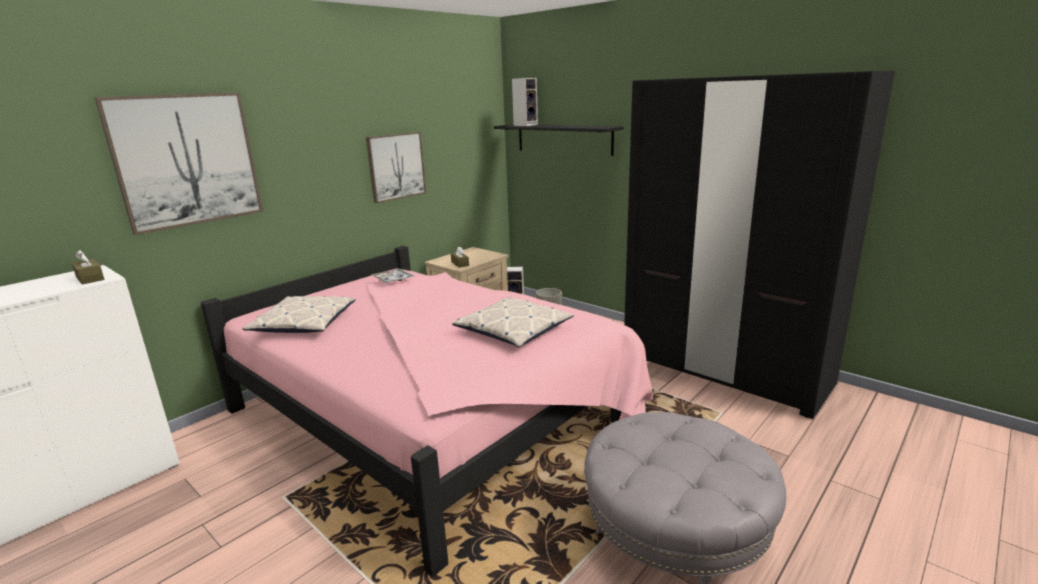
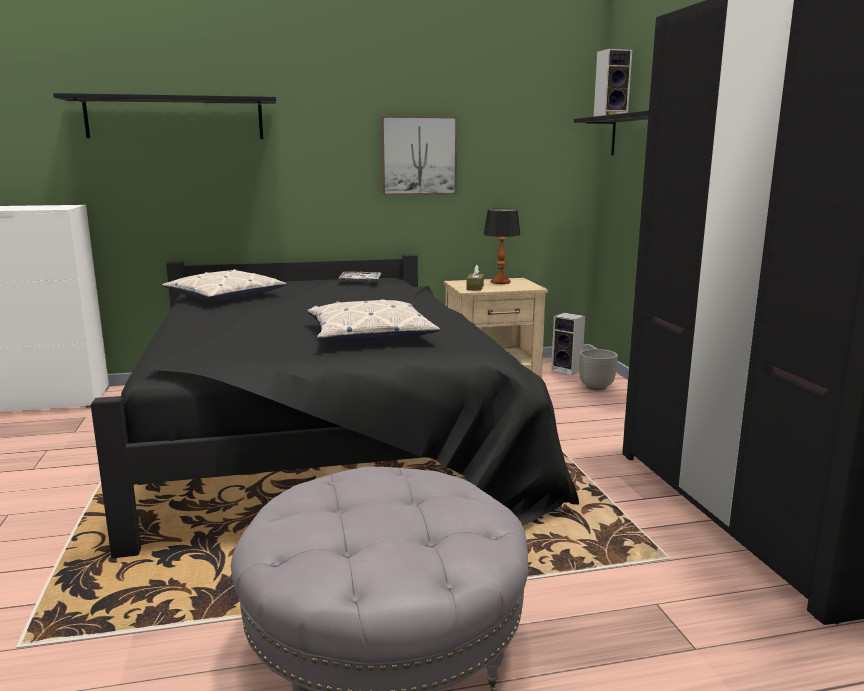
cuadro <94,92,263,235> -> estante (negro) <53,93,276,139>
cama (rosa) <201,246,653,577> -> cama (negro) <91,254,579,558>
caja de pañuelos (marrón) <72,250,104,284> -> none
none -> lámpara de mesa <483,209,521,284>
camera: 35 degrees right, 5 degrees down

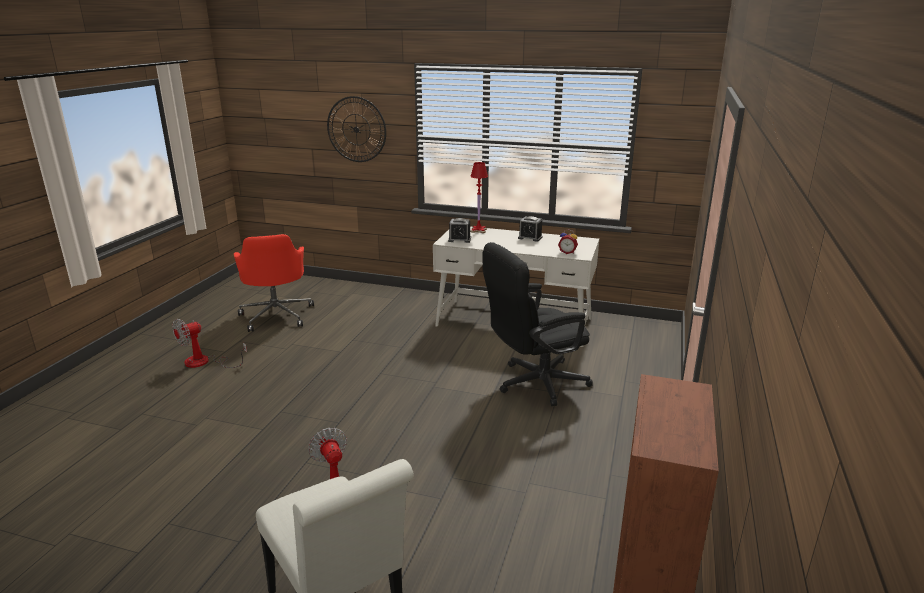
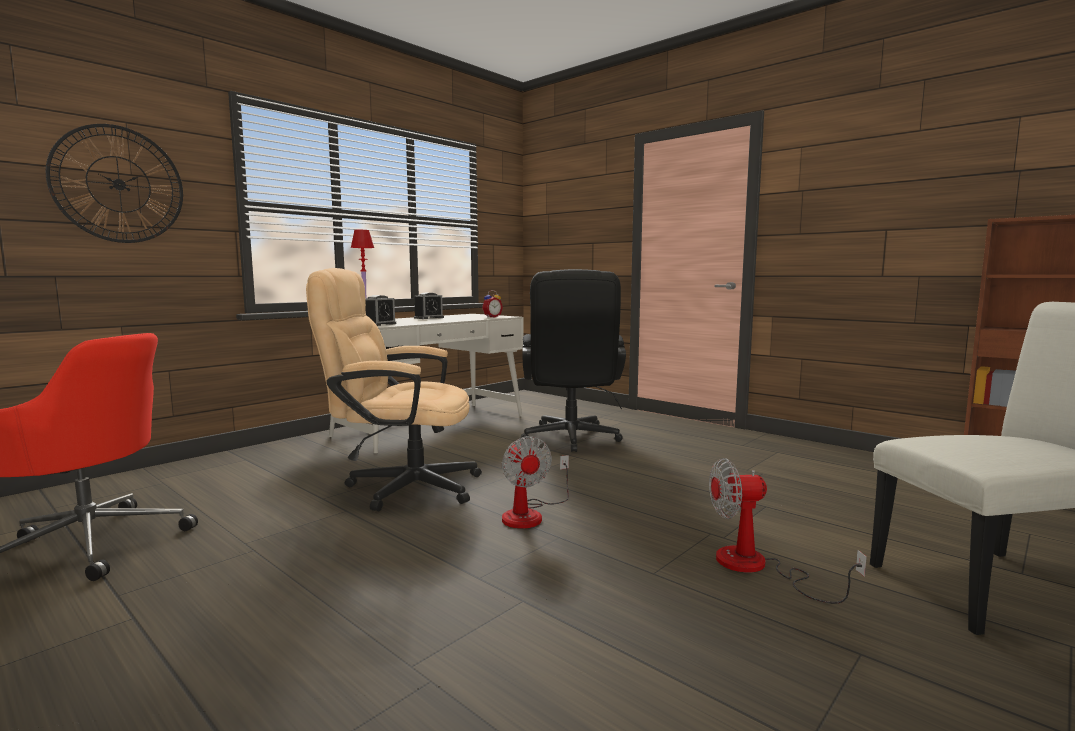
ventilador <172,319,247,368> -> ventilador <502,436,569,529>, shifted
none -> silla de oficina (beis) <306,268,482,511>
camera: 65 degrees left, 15 degrees down

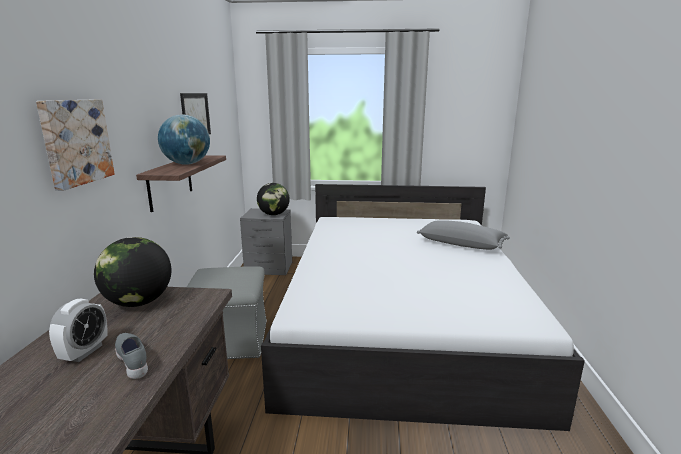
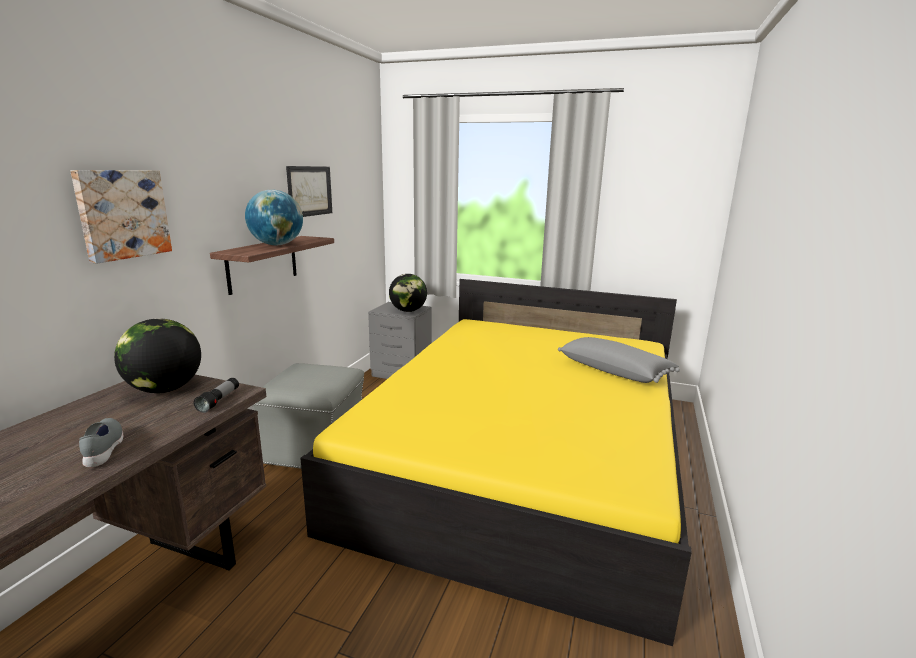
cama (blanco) <261,184,585,431> -> cama (amarillo) <300,279,692,646>
despertador <49,299,108,362> -> none
none -> linterna <194,378,239,413>
camera: 15 degrees right, 0 degrees up

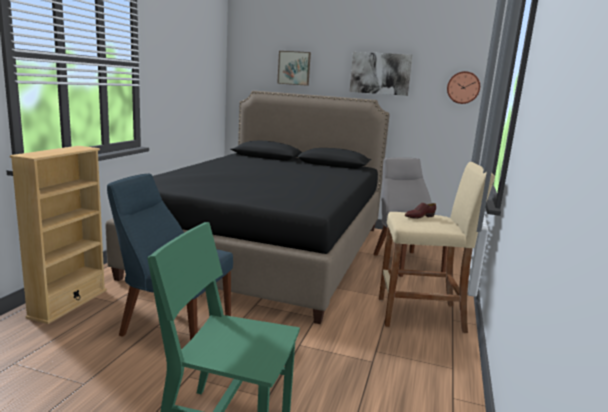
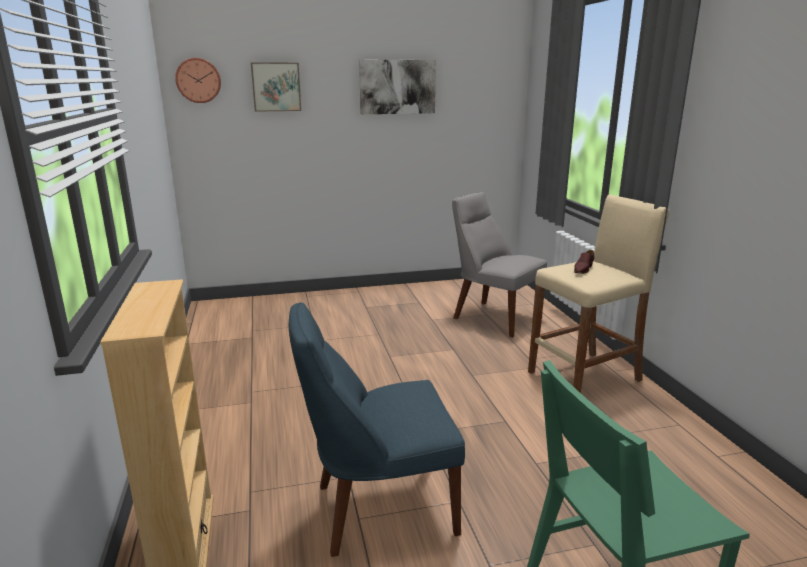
reloj de pared <447,71,480,104> -> reloj de pared <175,58,221,103>, shifted
cama (negro) <105,91,390,324> -> none
camera: 30 degrees left, 5 degrees up

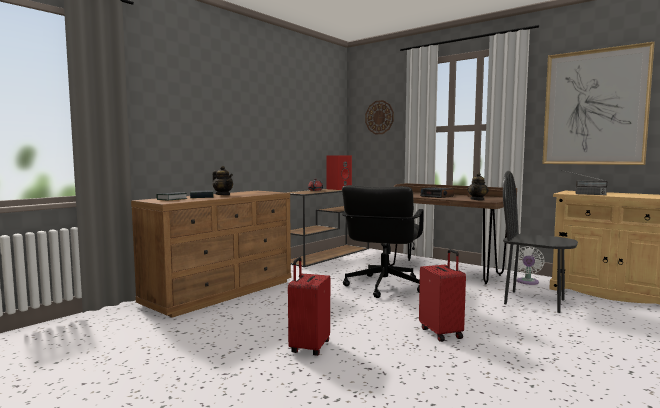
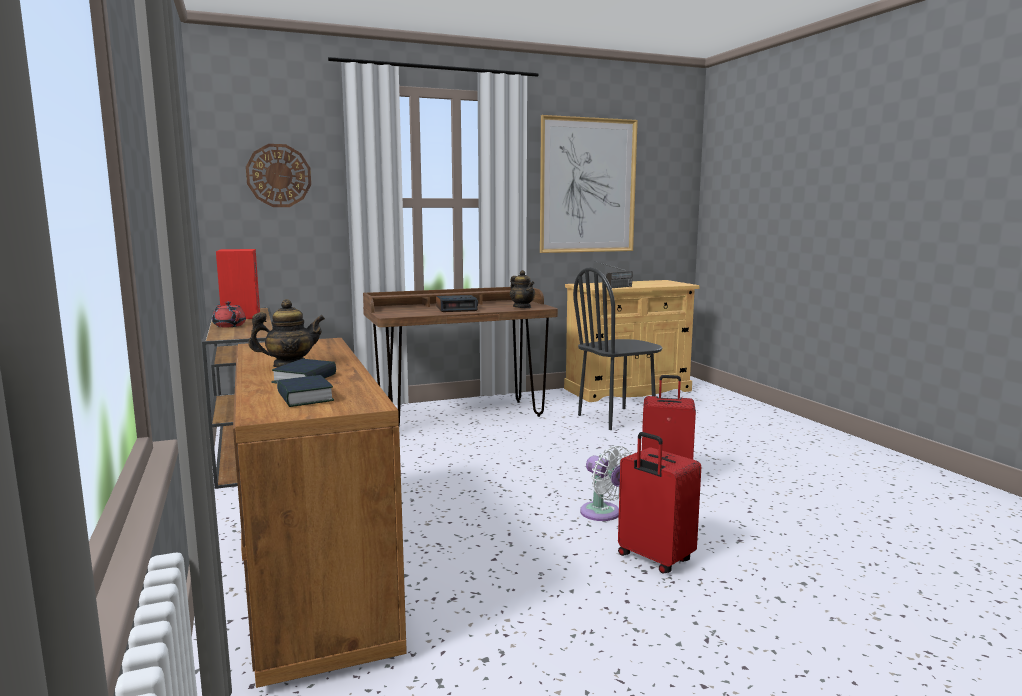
silla de oficina (negro) <342,185,424,298> -> none
ventilador (blanco) <514,246,544,285> -> ventilador (blanco) <580,445,631,521>, shifted
camera: 60 degrees left, 5 degrees up

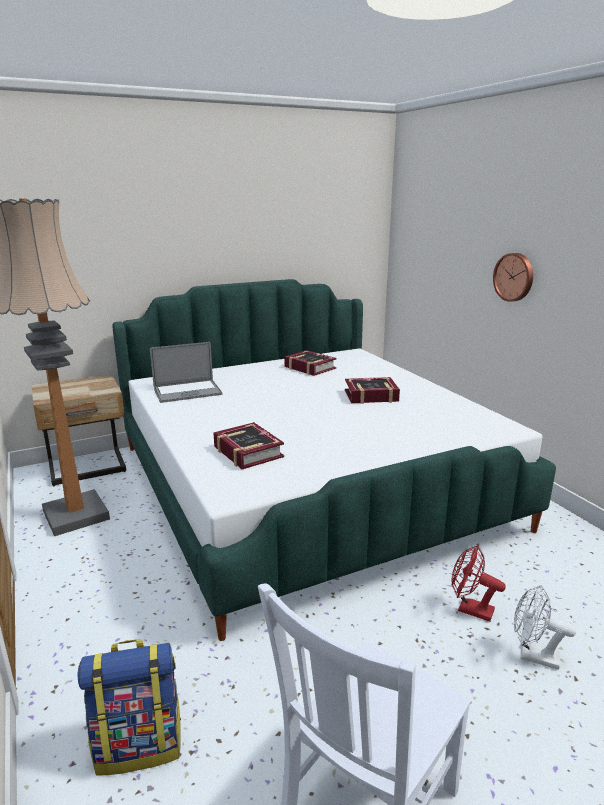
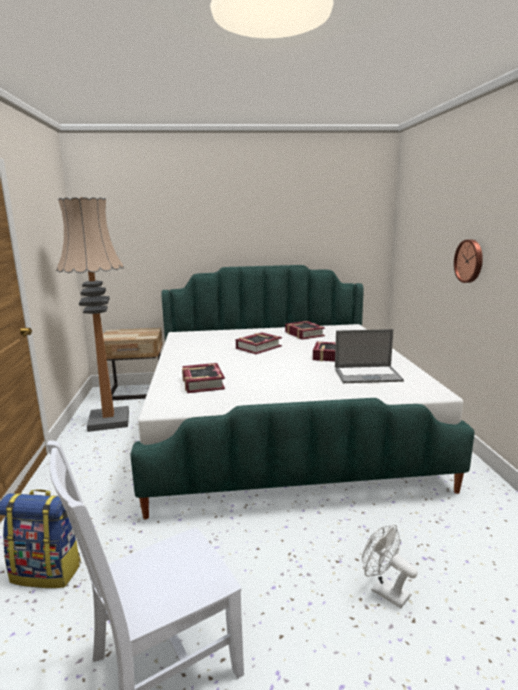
portátil <150,342,222,403> -> portátil <335,329,404,383>, shifted
ventilador (rojo) <452,546,506,622> -> none
none -> libro <236,332,282,354>
camera: 20 degrees right, 5 degrees down

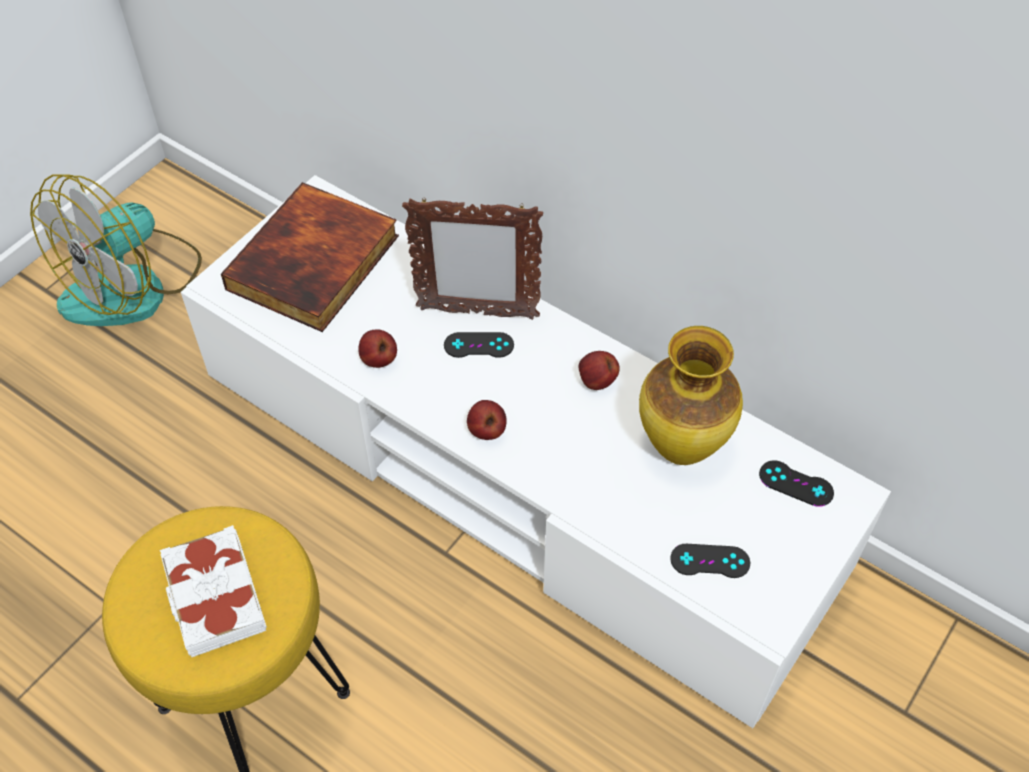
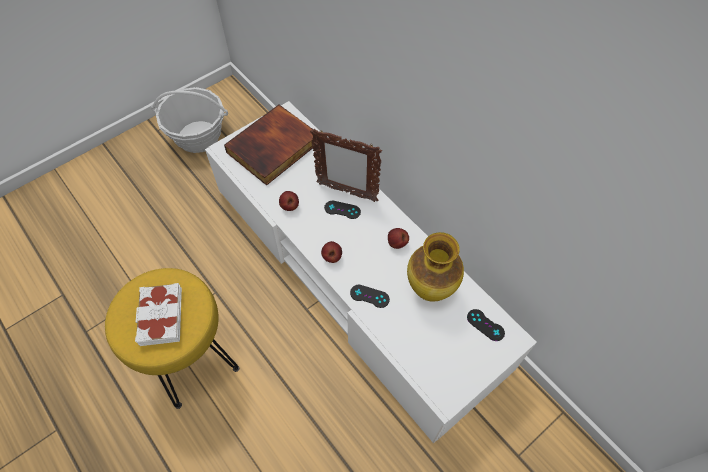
ventilador <30,174,202,326> -> cesta <151,87,228,153>
mando de consola (negro) <670,544,750,578> -> mando de consola (negro) <350,285,390,308>, shifted
camera: 15 degrees right, 5 degrees up

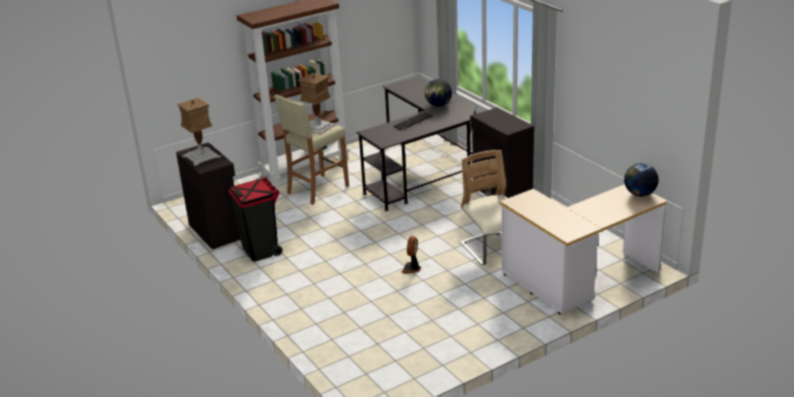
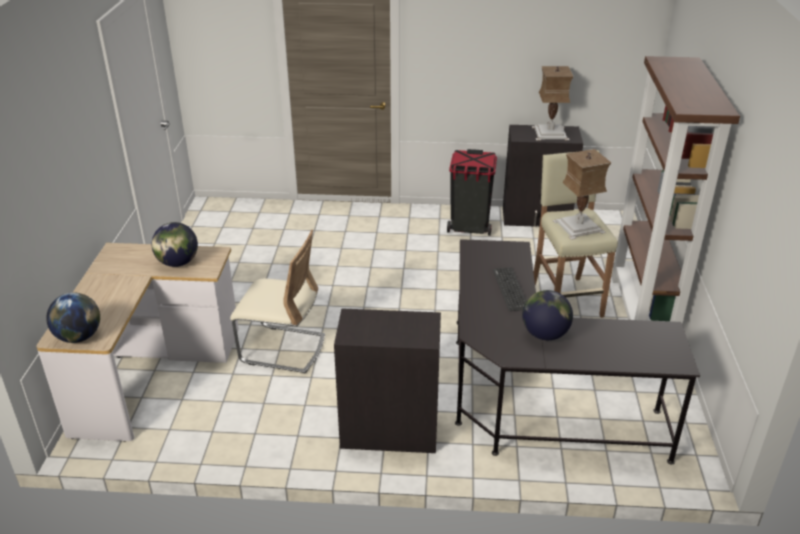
ventilador <402,236,422,274> -> none
none -> globo terráqueo <152,222,198,267>
camera: 125 degrees right, 5 degrees up

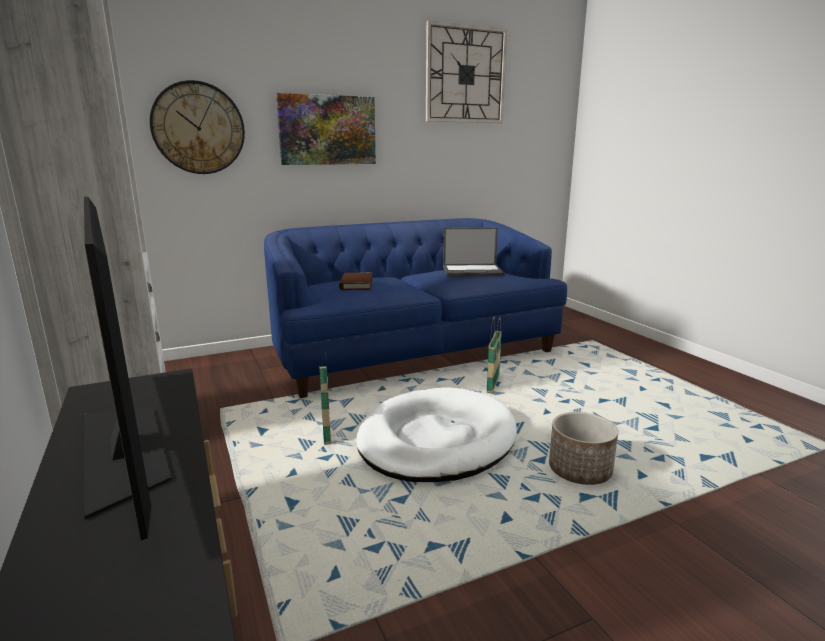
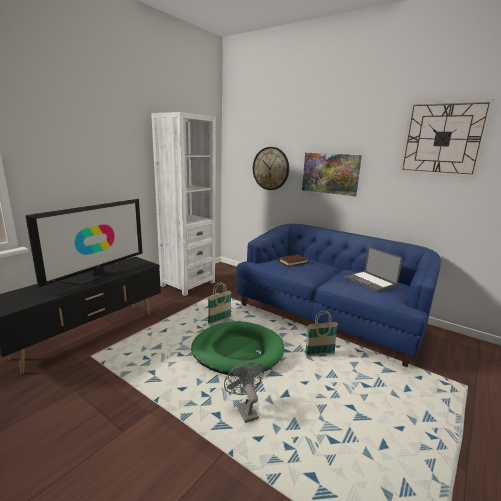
cama para perro (blanco) <356,387,517,482> -> cama para perro (verde) <191,321,284,376>
maceta <549,412,618,485> -> ventilador (gris) <224,362,264,423>
camera: 60 degrees right, 0 degrees up

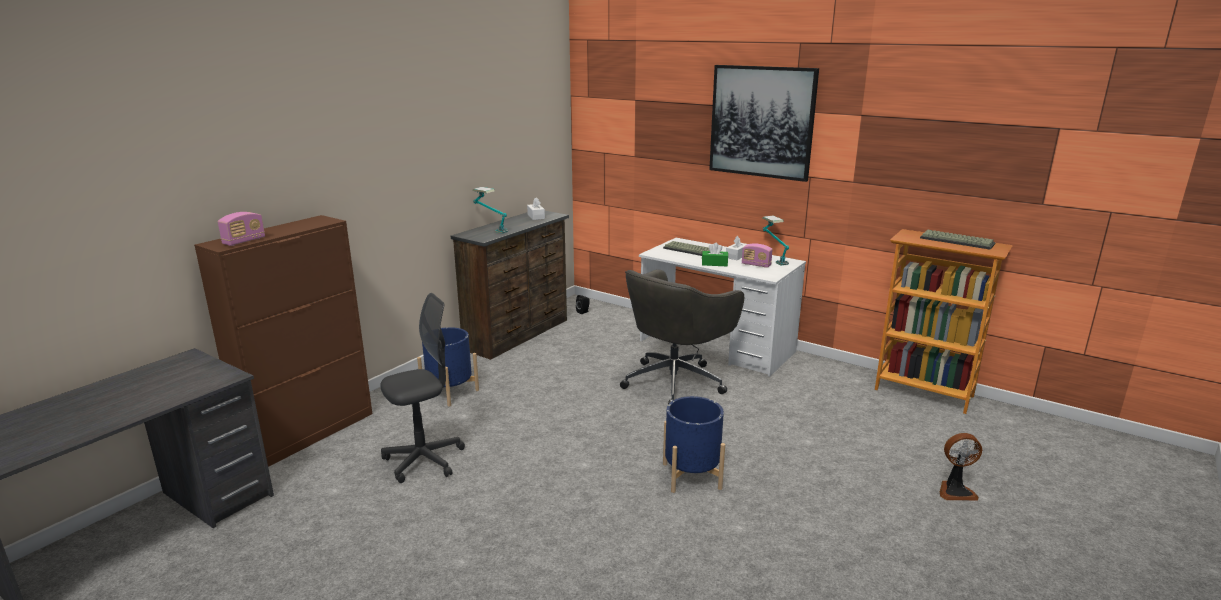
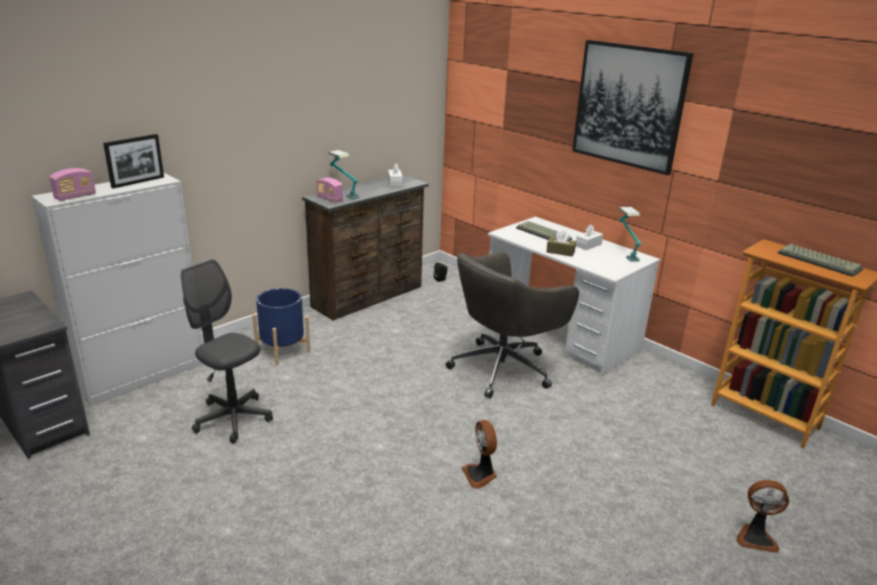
armario (marrón) <194,215,372,467> -> armario (blanco) <31,172,203,406>
caja de pañuelos (verde) <702,243,728,266> -> caja de pañuelos (marrón) <546,230,576,257>
radio <742,243,773,268> -> radio <316,178,343,202>, shifted
silla de oficina (gris) <380,293,465,483> -> silla de oficina (gris) <181,259,273,444>, 120 degrees counterclockwise
maceta (azul) <663,396,725,493> -> ventilador <462,420,497,489>
none -> portarretratos <103,134,164,189>
camera: 10 degrees right, 5 degrees up

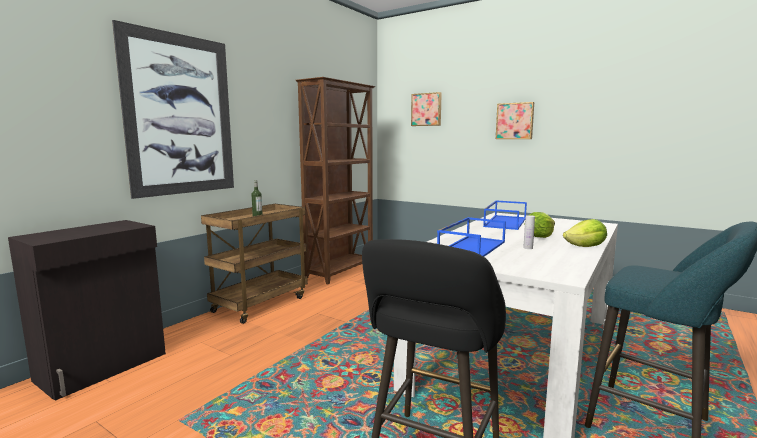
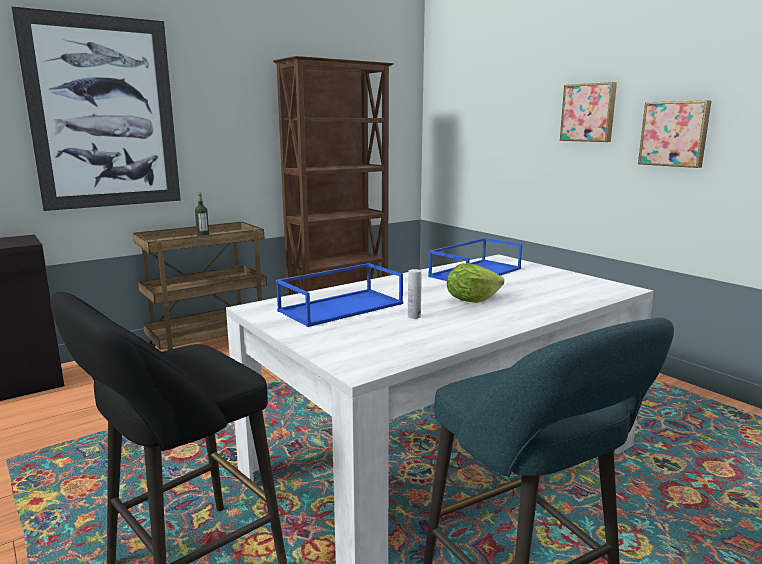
cuadro <411,92,442,126> -> cuadro <638,101,711,168>, shifted
lechuga <563,219,607,247> -> none
camera: 20 degrees right, 5 degrees up

